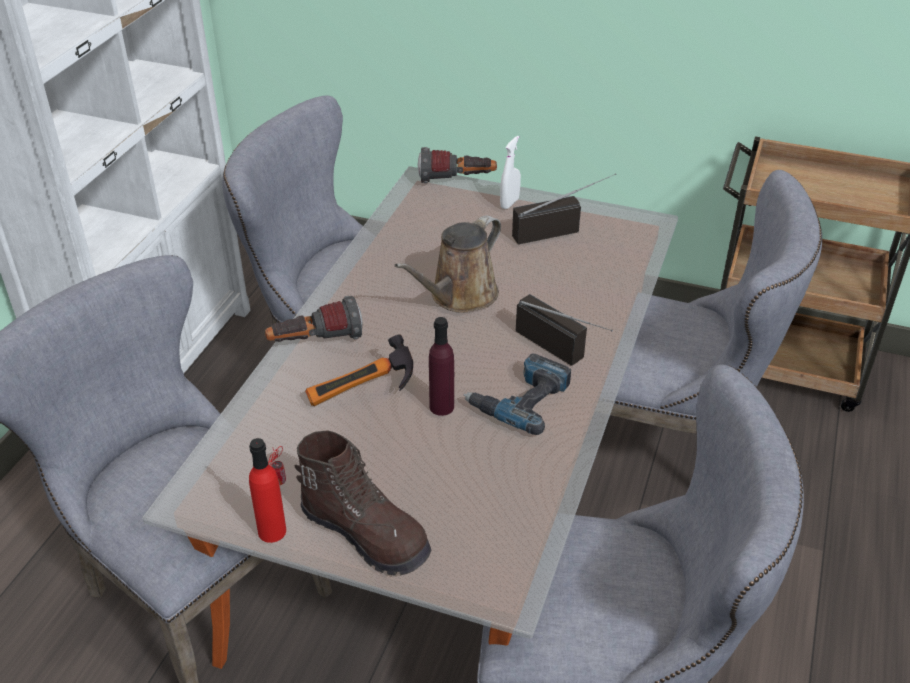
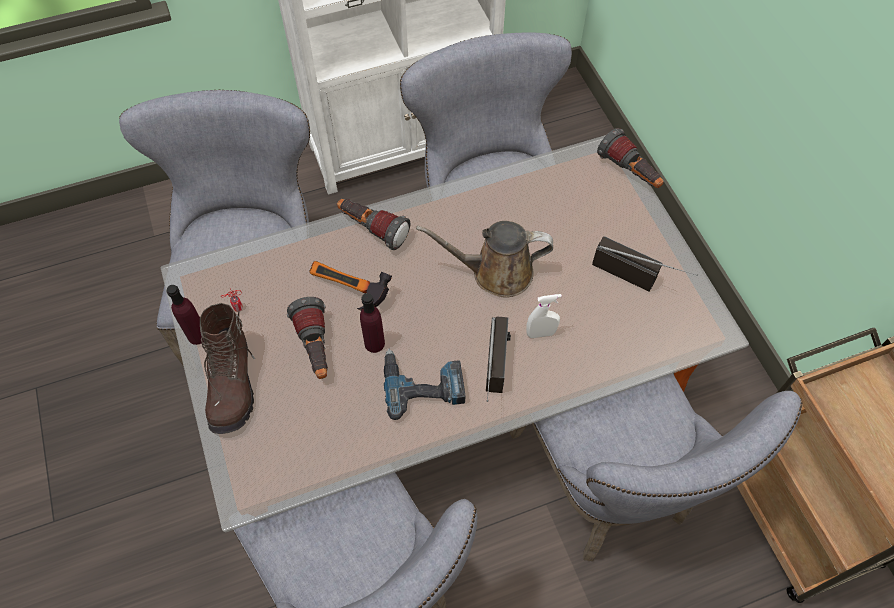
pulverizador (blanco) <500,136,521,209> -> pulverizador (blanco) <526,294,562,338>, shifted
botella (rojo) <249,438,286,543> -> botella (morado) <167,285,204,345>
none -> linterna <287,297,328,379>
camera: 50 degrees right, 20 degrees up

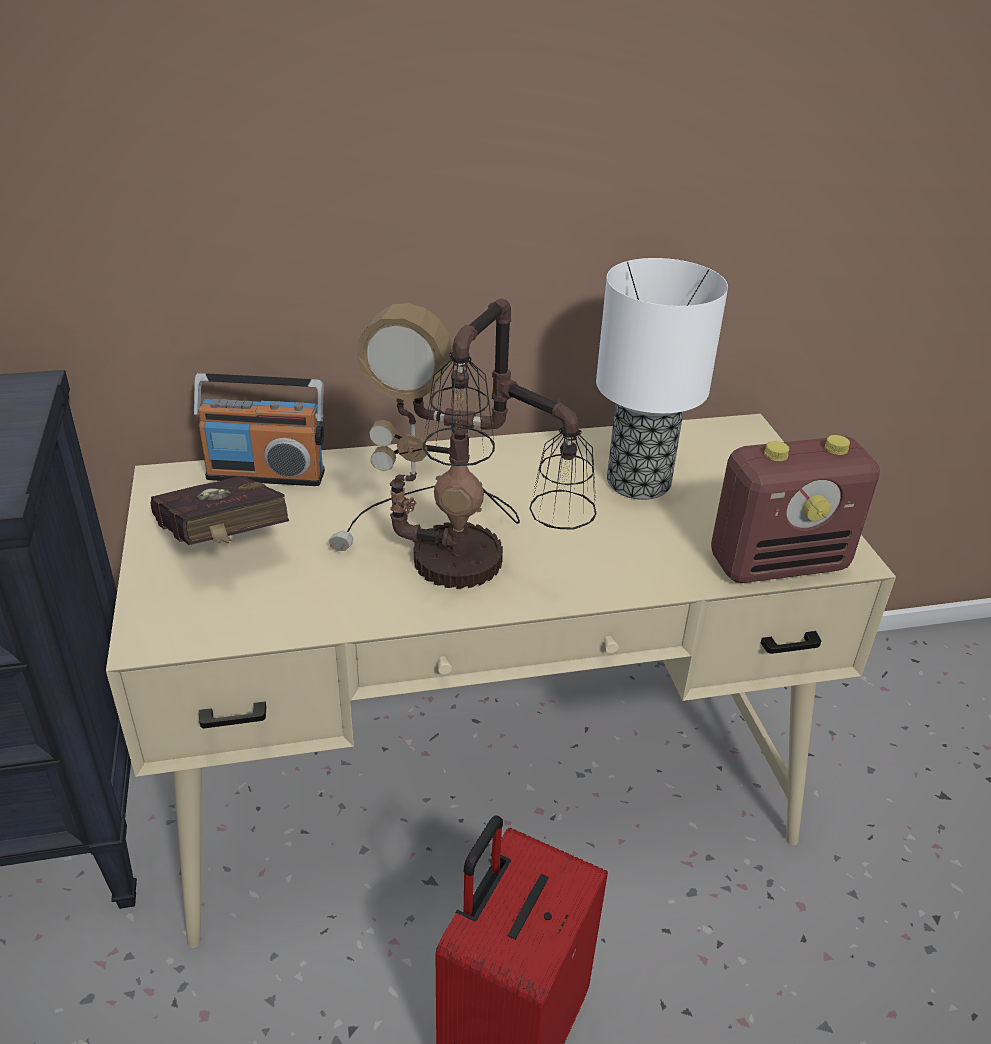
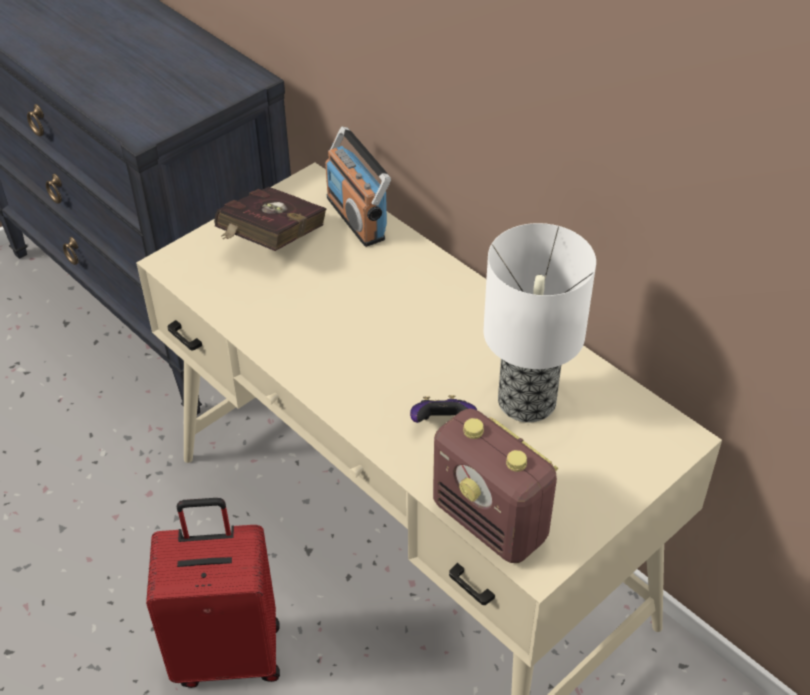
lámpara de mesa <329,299,597,589> -> none
none -> mando de consola <410,395,477,423>
camera: 60 degrees right, 10 degrees up

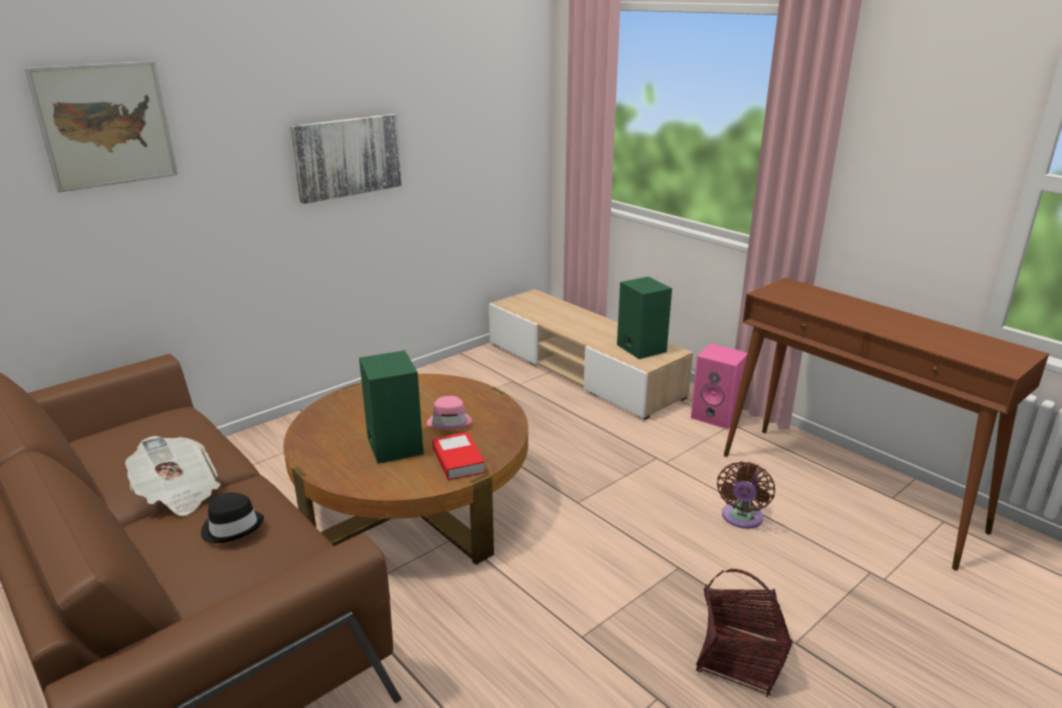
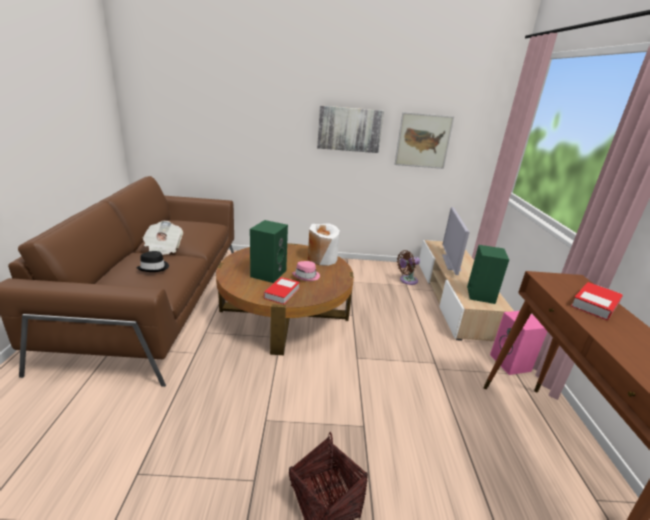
cuadro <24,61,178,193> -> cuadro <394,112,454,169>, shifted
ventilador (marrón) <717,461,775,529> -> ventilador (marrón) <397,250,420,285>, shifted
none -> televisor <442,207,470,275>
none -> florero (blanco) <308,223,340,266>
none -> libro <571,282,623,321>
camera: 40 degrees right, 0 degrees up

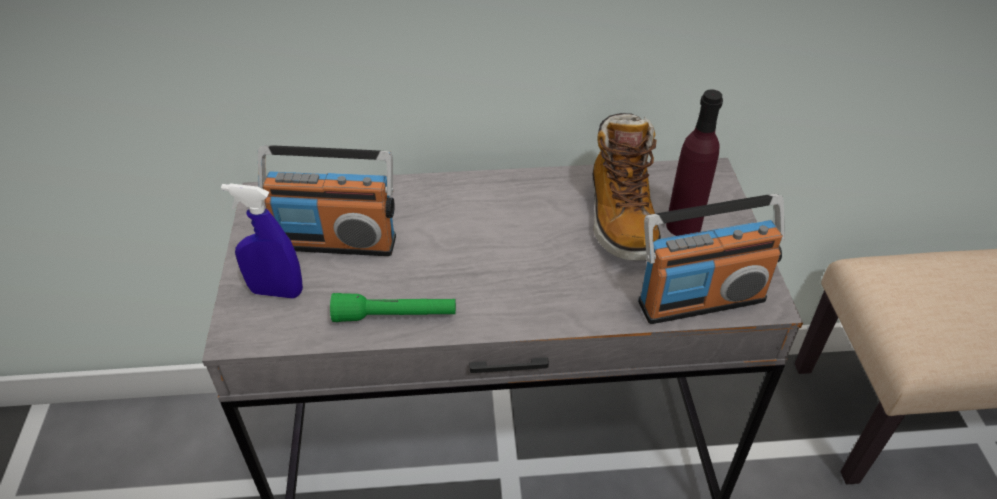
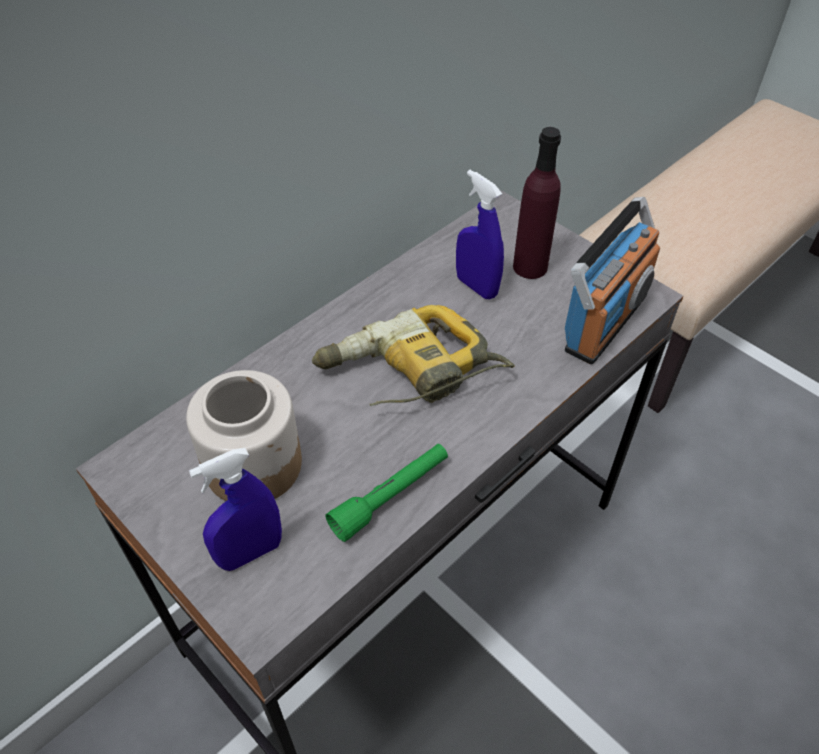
bota <593,113,661,261> -> pulverizador (azul) <456,170,504,300>
radio <258,145,396,256> -> tarro <186,370,302,501>
none -> taladro <312,305,514,406>
camera: 40 degrees left, 5 degrees up

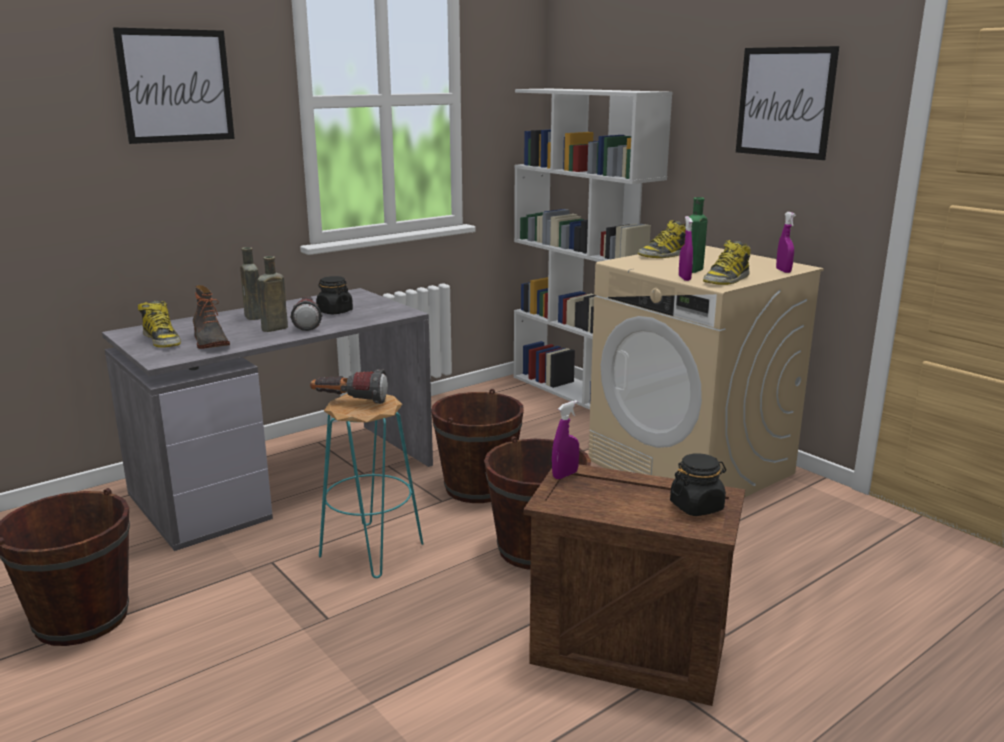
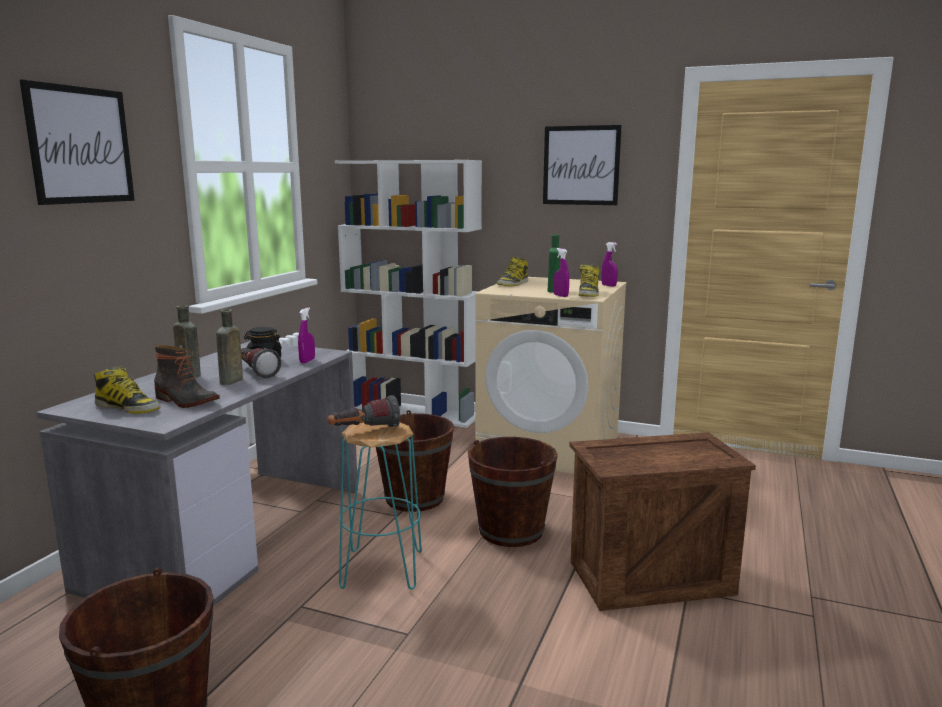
pulverizador (morado) <552,400,579,479> -> pulverizador (morado) <298,308,315,363>, shifted
tarro (negro) <670,453,726,516> -> none
camera: 30 degrees left, 5 degrees down

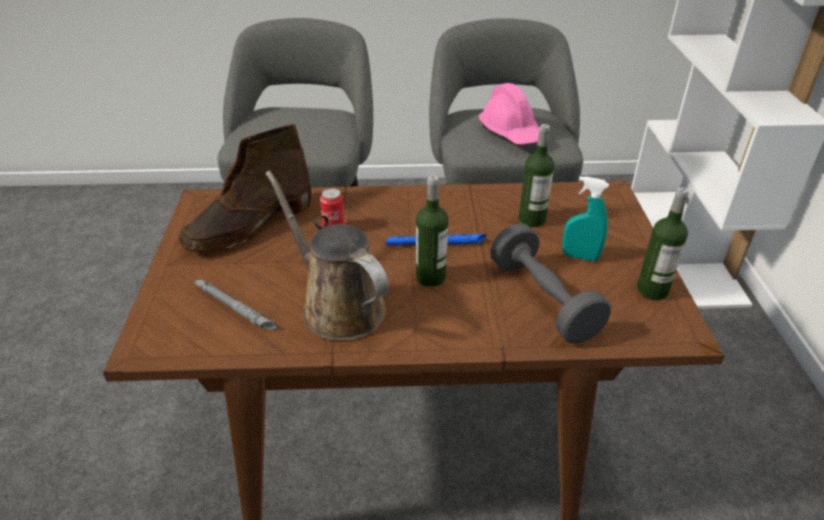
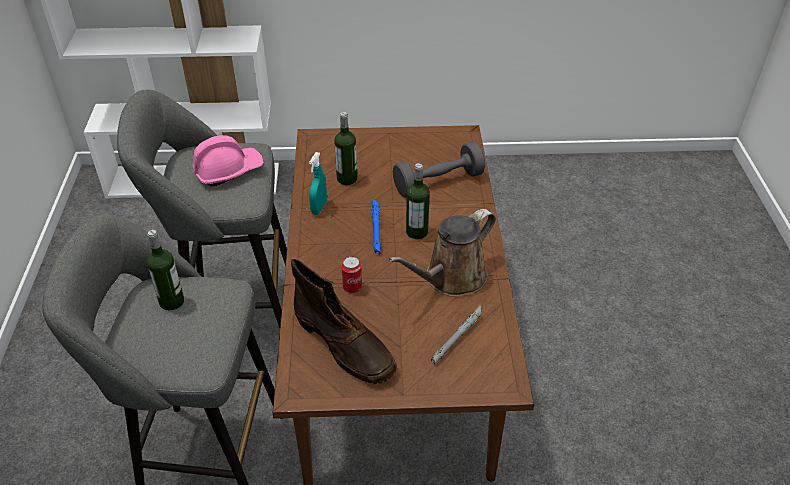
pulverizador (turquesa) <562,176,609,261> -> pulverizador (turquesa) <309,152,327,215>, shifted
botella <637,187,689,300> -> botella <147,230,184,310>, shifted
camera: 90 degrees left, 5 degrees up

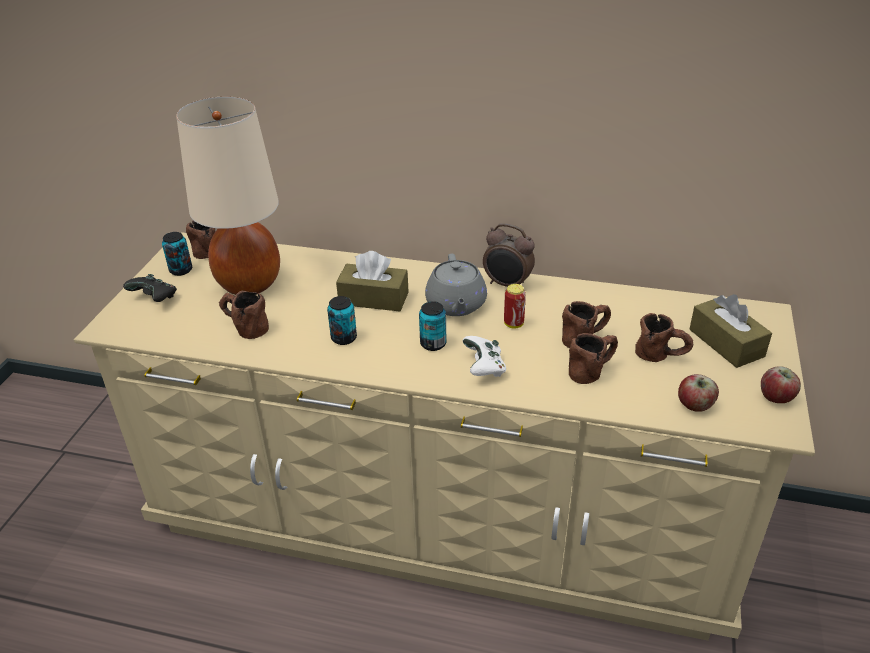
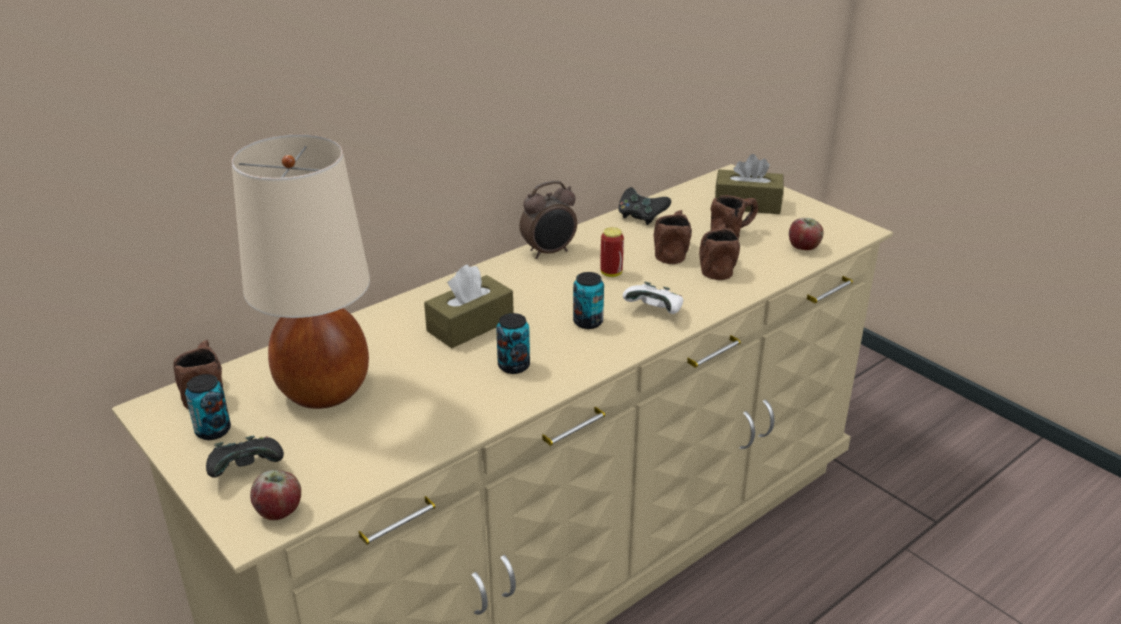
tetera (gris) <425,253,487,316> -> none
taza grande (marrón) <219,291,269,339> -> none
manzana <761,366,801,403> -> manzana <250,470,301,520>, shifted
none -> mando de consola (negro) <618,187,671,225>
camera: 55 degrees left, 5 degrees down

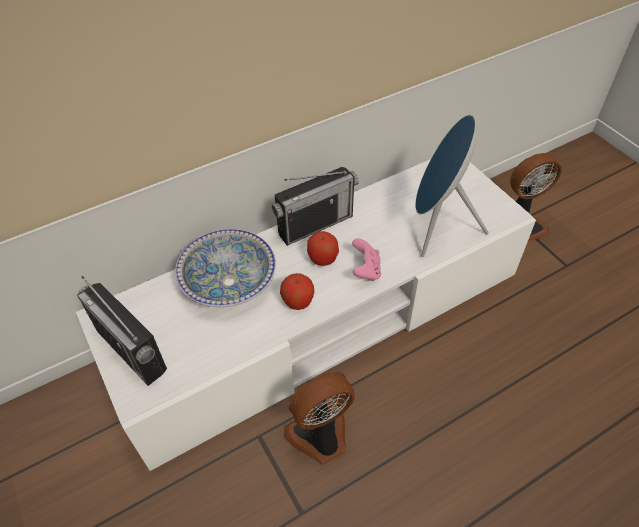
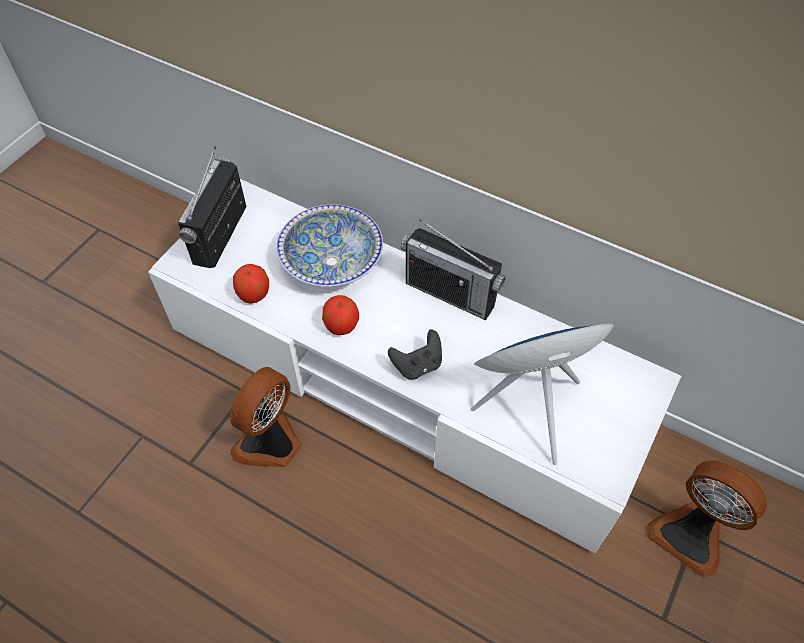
manzana <307,231,339,266> -> manzana <233,264,269,304>, shifted
mando de consola (rosa) <352,238,381,281> -> mando de consola (negro) <388,330,442,380>
ventilador <284,372,355,465> -> ventilador <230,367,302,467>, 90 degrees counterclockwise
camera: 60 degrees right, 5 degrees up

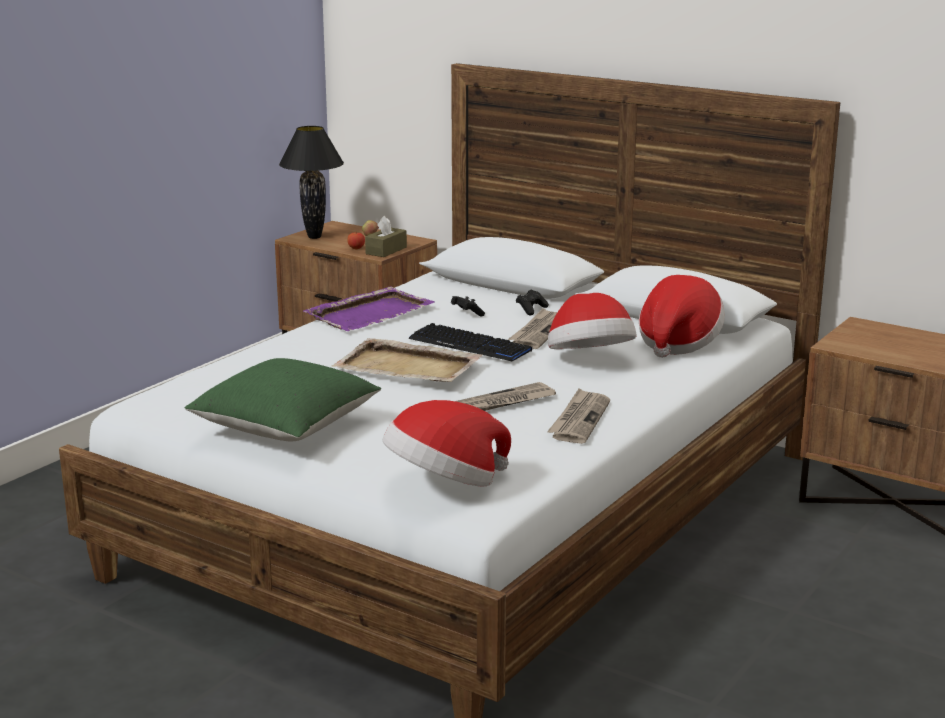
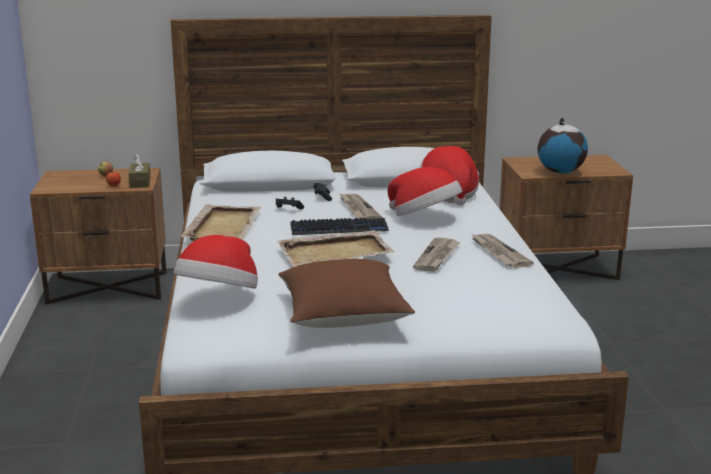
lámpara de mesa (negro) <279,126,344,239> -> none
bandeja (morado) <303,287,435,331> -> bandeja (beis) <181,204,261,241>
cojín (verde) <185,358,381,441> -> cojín (marrón) <279,259,415,328>
sombrero <382,400,511,487> -> sombrero <173,235,258,289>, shifted
none -> globo terráqueo <538,118,588,174>
camera: 40 degrees left, 0 degrees up

